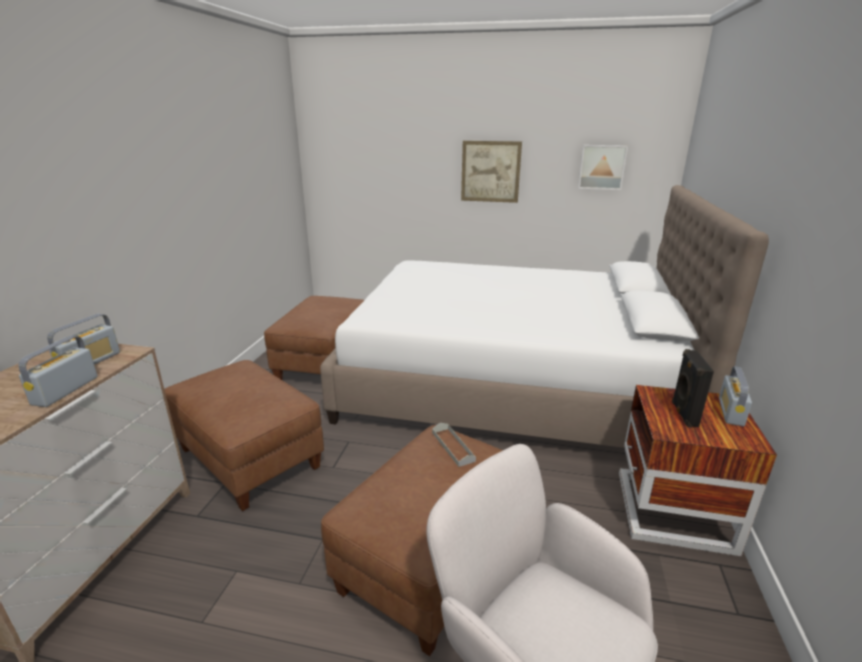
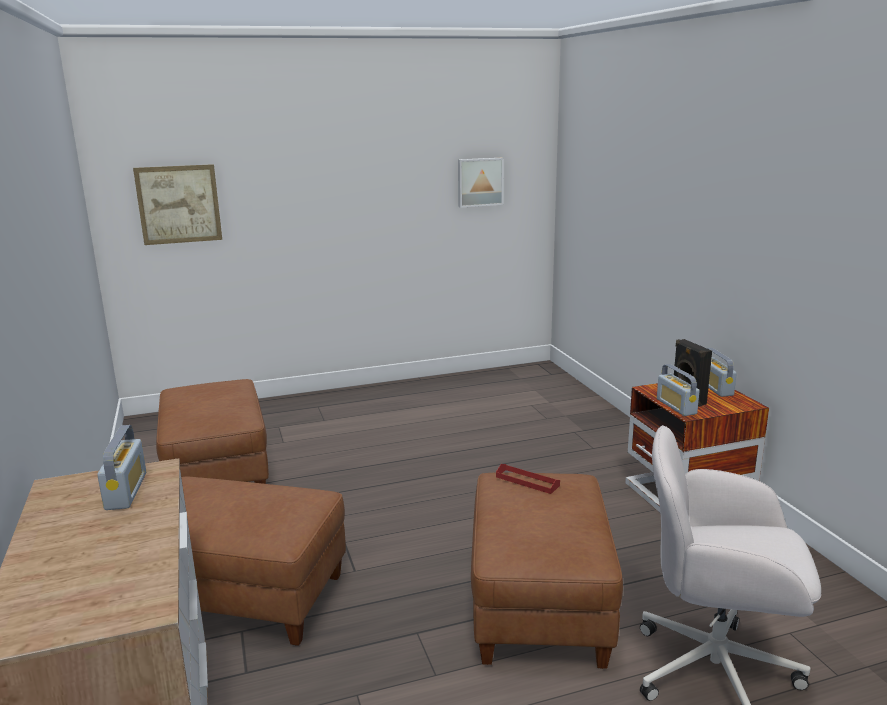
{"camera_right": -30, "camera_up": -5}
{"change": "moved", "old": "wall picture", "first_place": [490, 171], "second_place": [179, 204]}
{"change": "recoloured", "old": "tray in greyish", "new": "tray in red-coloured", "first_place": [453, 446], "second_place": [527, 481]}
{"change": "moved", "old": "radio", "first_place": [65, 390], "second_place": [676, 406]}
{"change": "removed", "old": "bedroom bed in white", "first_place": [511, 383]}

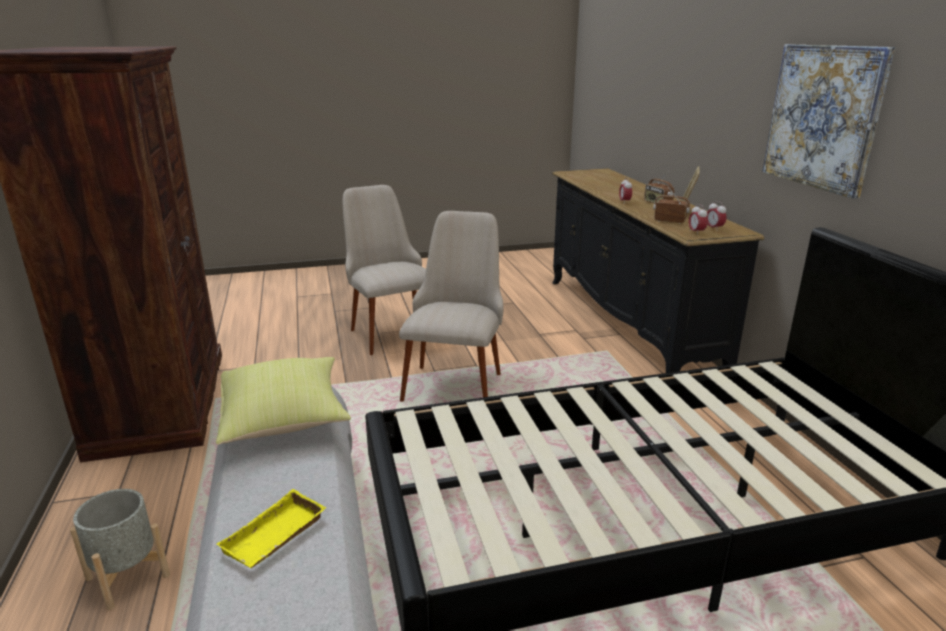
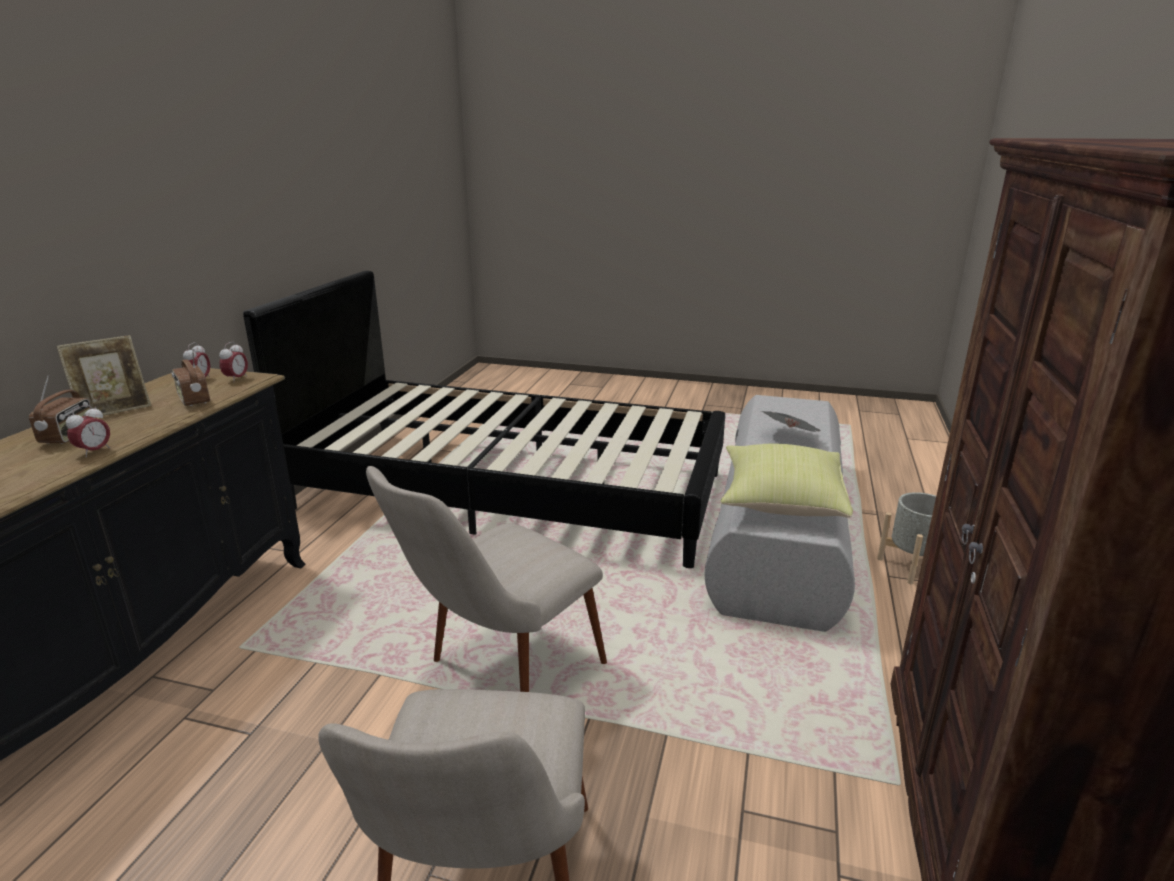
{"camera_right": -150, "camera_up": 0}
{"change": "replaced", "old": "tray in yellowish", "new": "daily paper", "first_place": [275, 537], "second_place": [790, 438]}
{"change": "removed", "old": "wall picture", "first_place": [823, 117]}

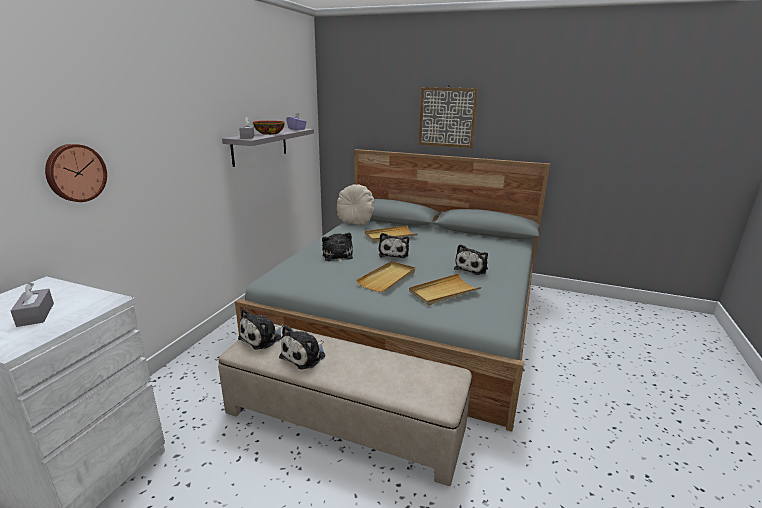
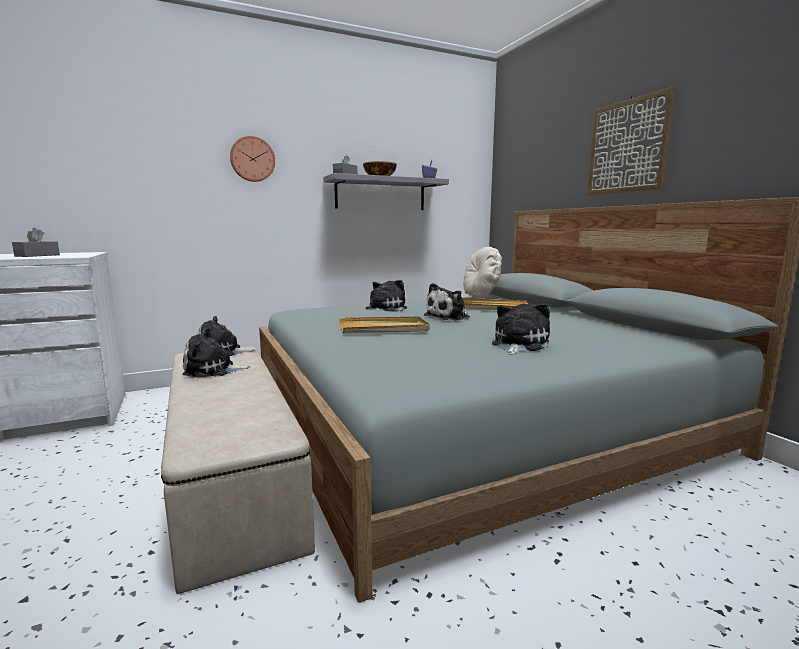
{"camera_right": 45, "camera_up": -10}
{"change": "moved", "old": "hanging clock", "first_place": [75, 173], "second_place": [252, 159]}
{"change": "turned", "old": "cuddly toy", "first_place": [472, 268], "second_place": [518, 345], "degrees": 135}
{"change": "removed", "old": "tray in sand-coloured", "first_place": [444, 292]}

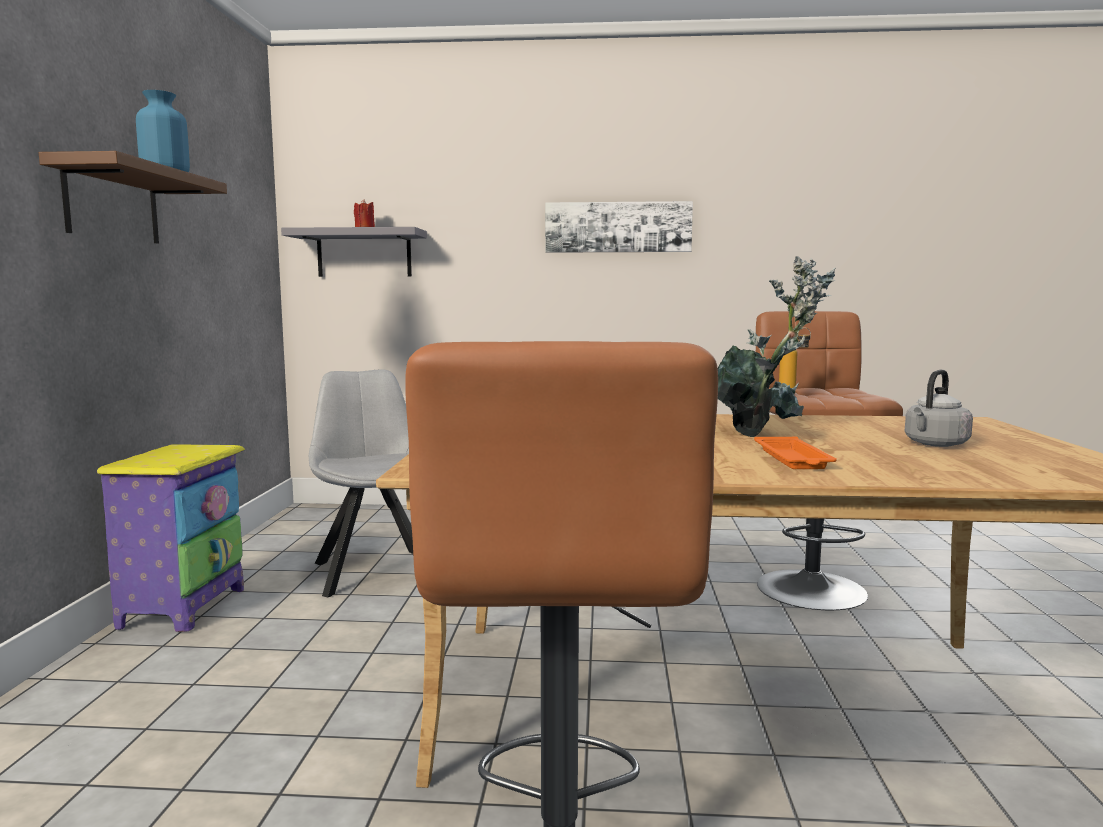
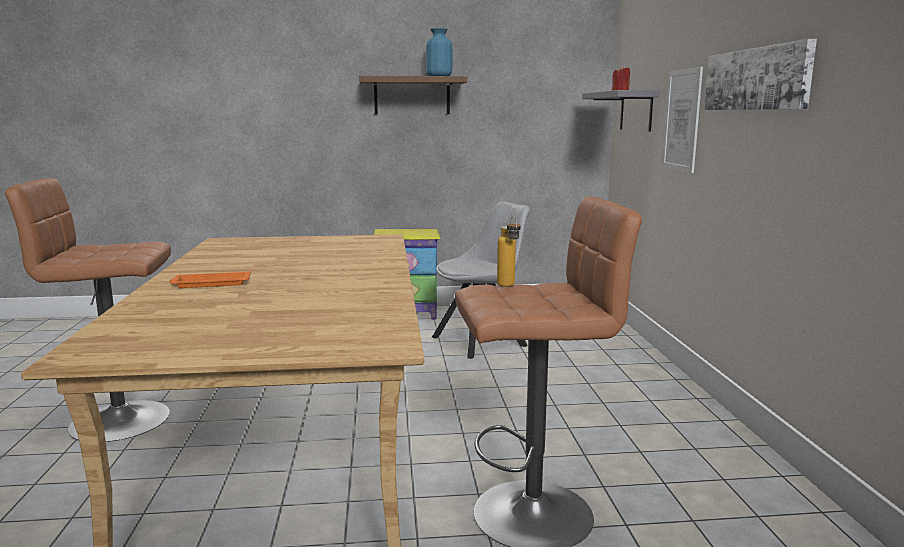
{"camera_right": 80, "camera_up": 5}
{"change": "added", "new": "wall picture", "second_place": [682, 120]}
{"change": "removed", "old": "houseplant", "first_place": [764, 434]}
{"change": "removed", "old": "water kettle in greyish", "first_place": [934, 444]}

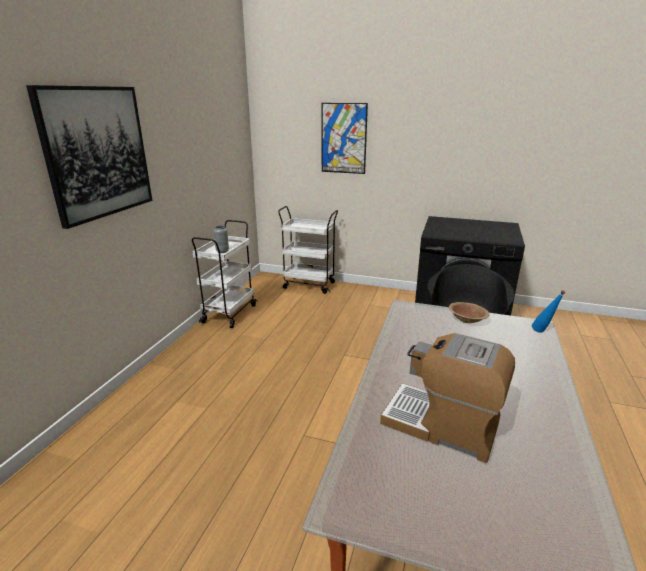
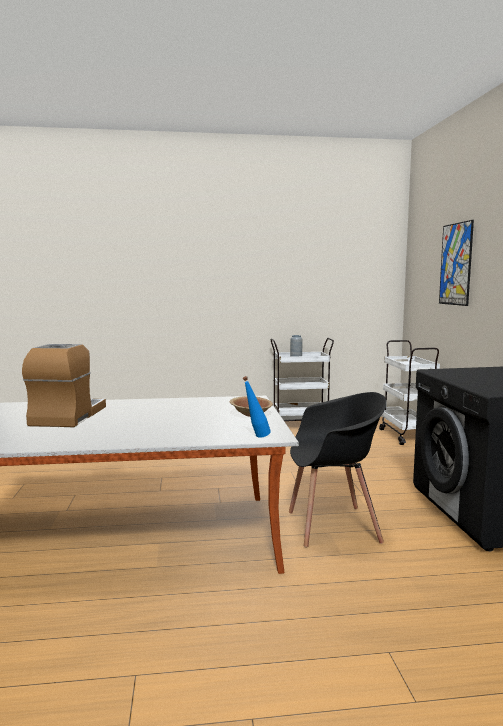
{"camera_right": 65, "camera_up": -15}
{"change": "removed", "old": "wall picture", "first_place": [98, 153]}

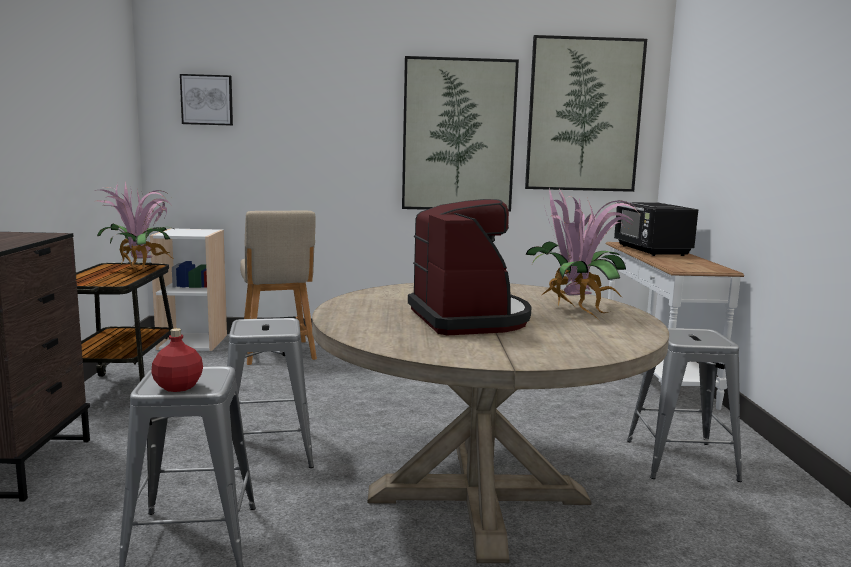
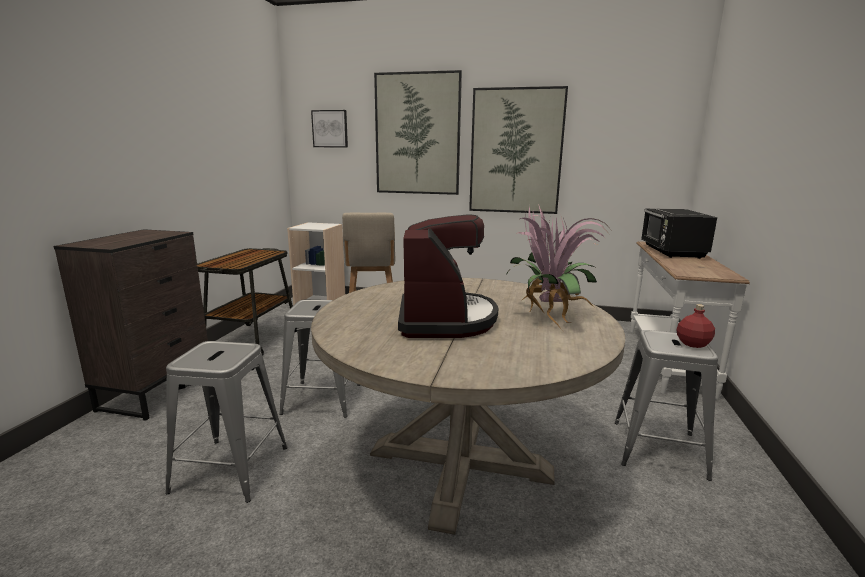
{"camera_right": 15, "camera_up": 5}
{"change": "moved", "old": "wall picture", "first_place": [584, 115], "second_place": [417, 134]}
{"change": "moved", "old": "drink bottle in red-coloured", "first_place": [178, 387], "second_place": [693, 344]}
{"change": "removed", "old": "houseplant", "first_place": [141, 268]}

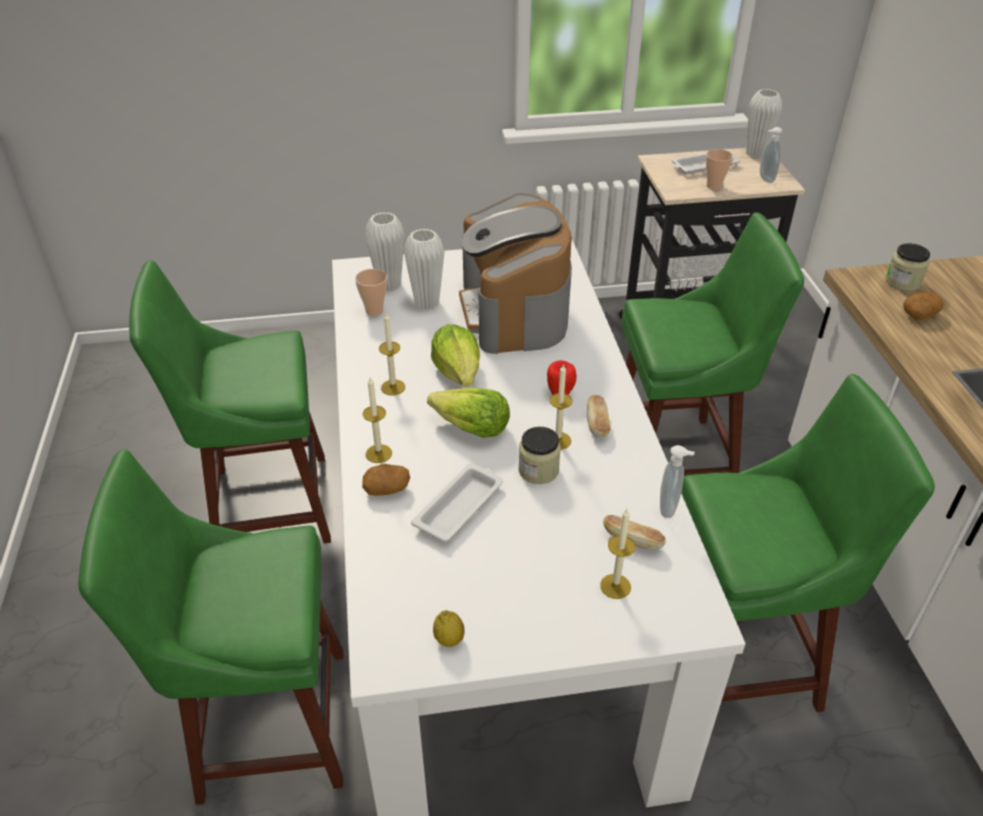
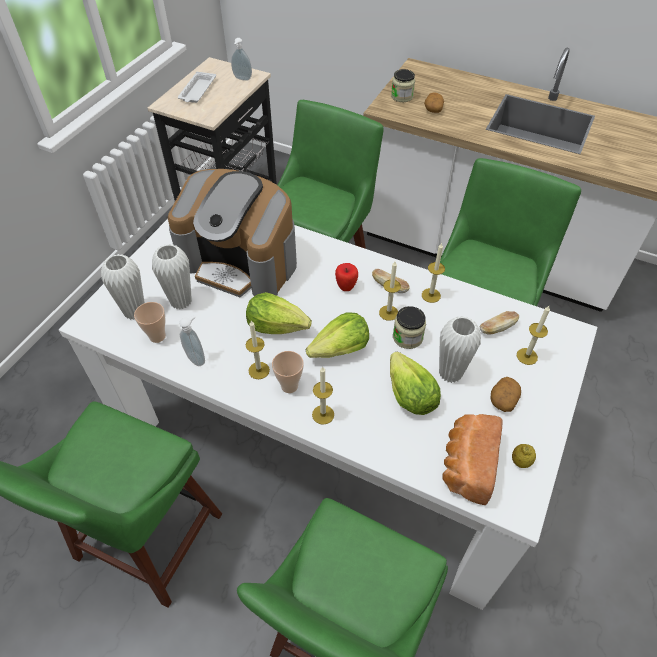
{"camera_right": -55, "camera_up": 10}
{"change": "moved", "old": "soap bottle", "first_place": [669, 508], "second_place": [197, 358]}
{"change": "moved", "old": "drinking cup", "first_place": [714, 186], "second_place": [289, 386]}
{"change": "replaced", "old": "tray in white", "new": "lettuce", "first_place": [460, 506], "second_place": [409, 395]}
{"change": "added", "new": "wax light", "second_place": [431, 295]}
{"change": "moved", "old": "decorative vase in white", "first_place": [755, 154], "second_place": [450, 373]}
{"change": "added", "new": "baked bread", "second_place": [466, 464]}
{"change": "moved", "old": "potato", "first_place": [387, 488], "second_place": [503, 399]}

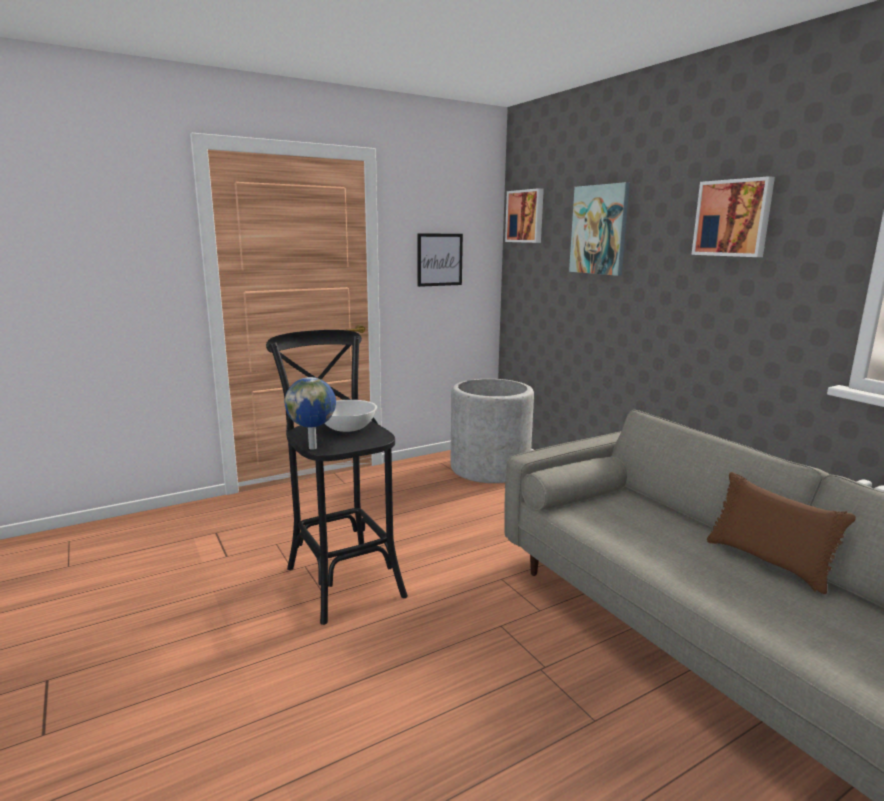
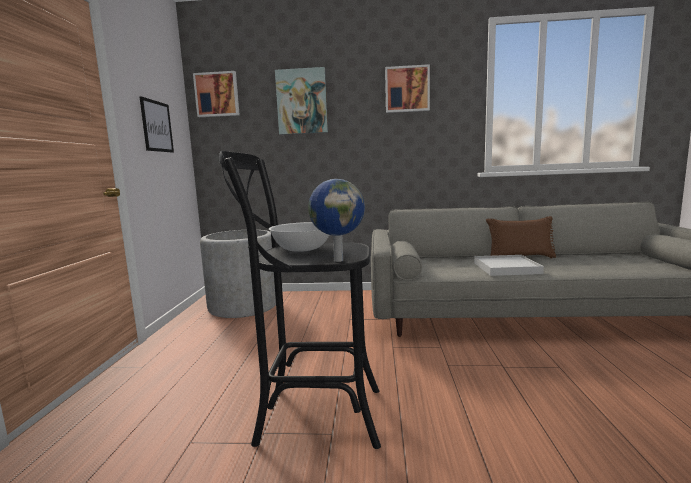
{"camera_right": -55, "camera_up": -5}
{"change": "added", "new": "tray in white", "second_place": [506, 268]}

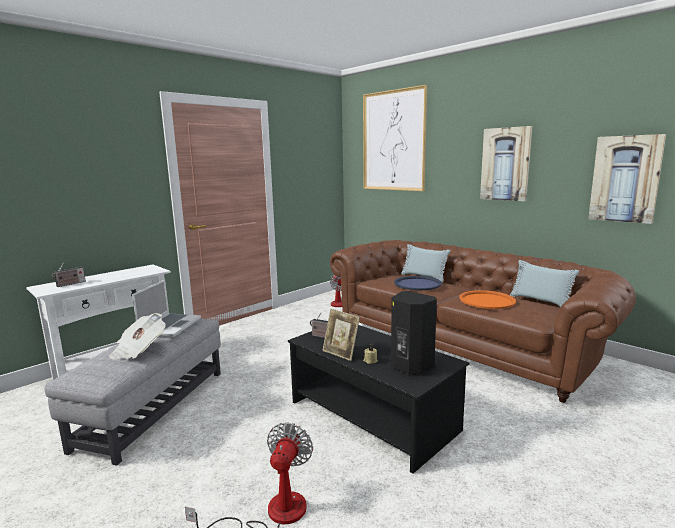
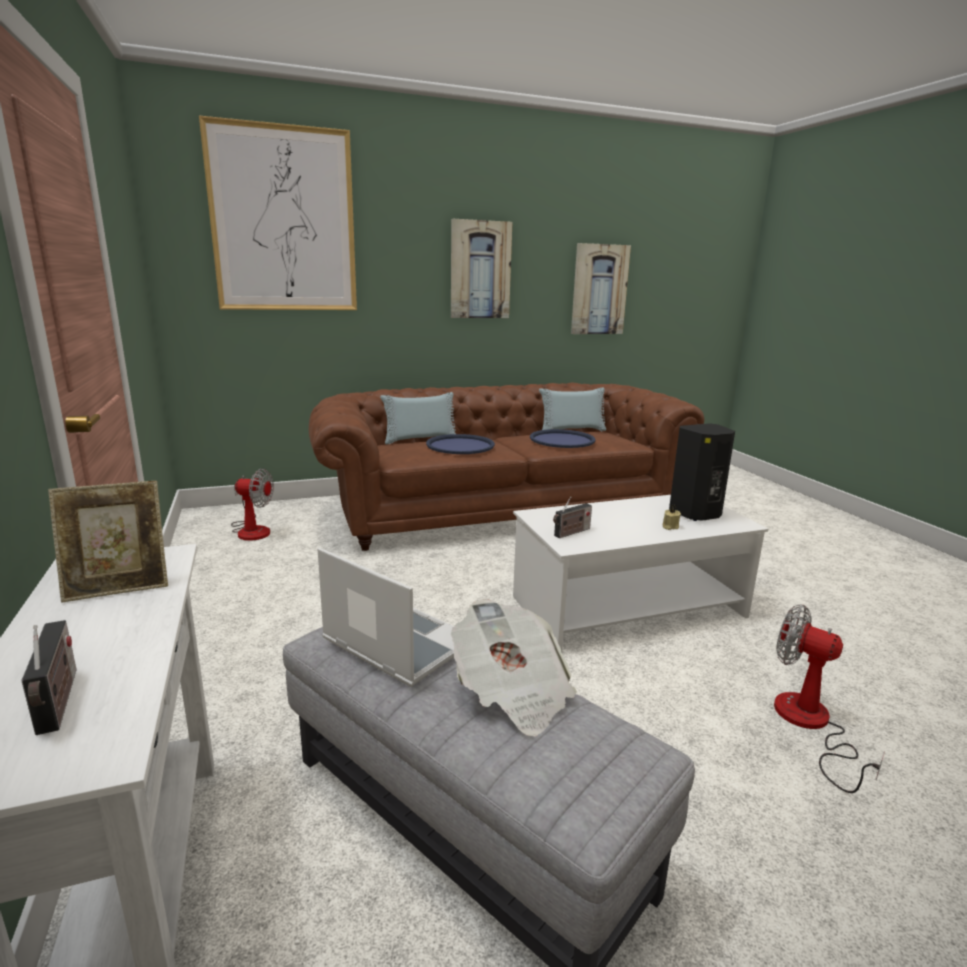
{"camera_right": -65, "camera_up": 5}
{"change": "moved", "old": "standing frame", "first_place": [341, 353], "second_place": [119, 586]}
{"change": "recoloured", "old": "coffee table in blackish", "new": "coffee table in white", "first_place": [373, 416], "second_place": [629, 606]}
{"change": "recoloured", "old": "tray in orange-coloured", "new": "tray in blue", "first_place": [486, 300], "second_place": [562, 440]}

